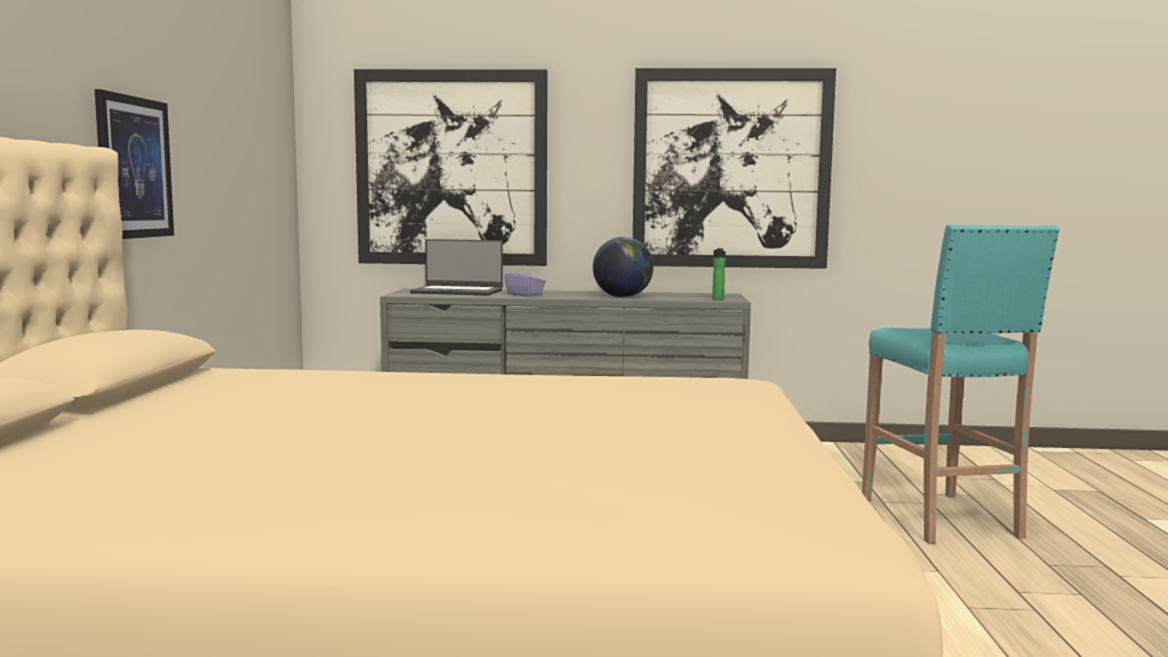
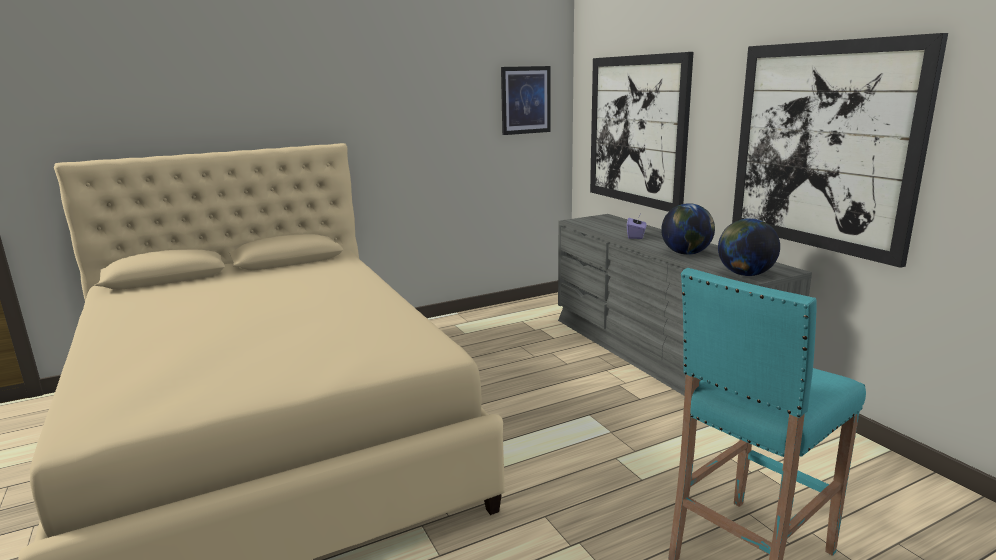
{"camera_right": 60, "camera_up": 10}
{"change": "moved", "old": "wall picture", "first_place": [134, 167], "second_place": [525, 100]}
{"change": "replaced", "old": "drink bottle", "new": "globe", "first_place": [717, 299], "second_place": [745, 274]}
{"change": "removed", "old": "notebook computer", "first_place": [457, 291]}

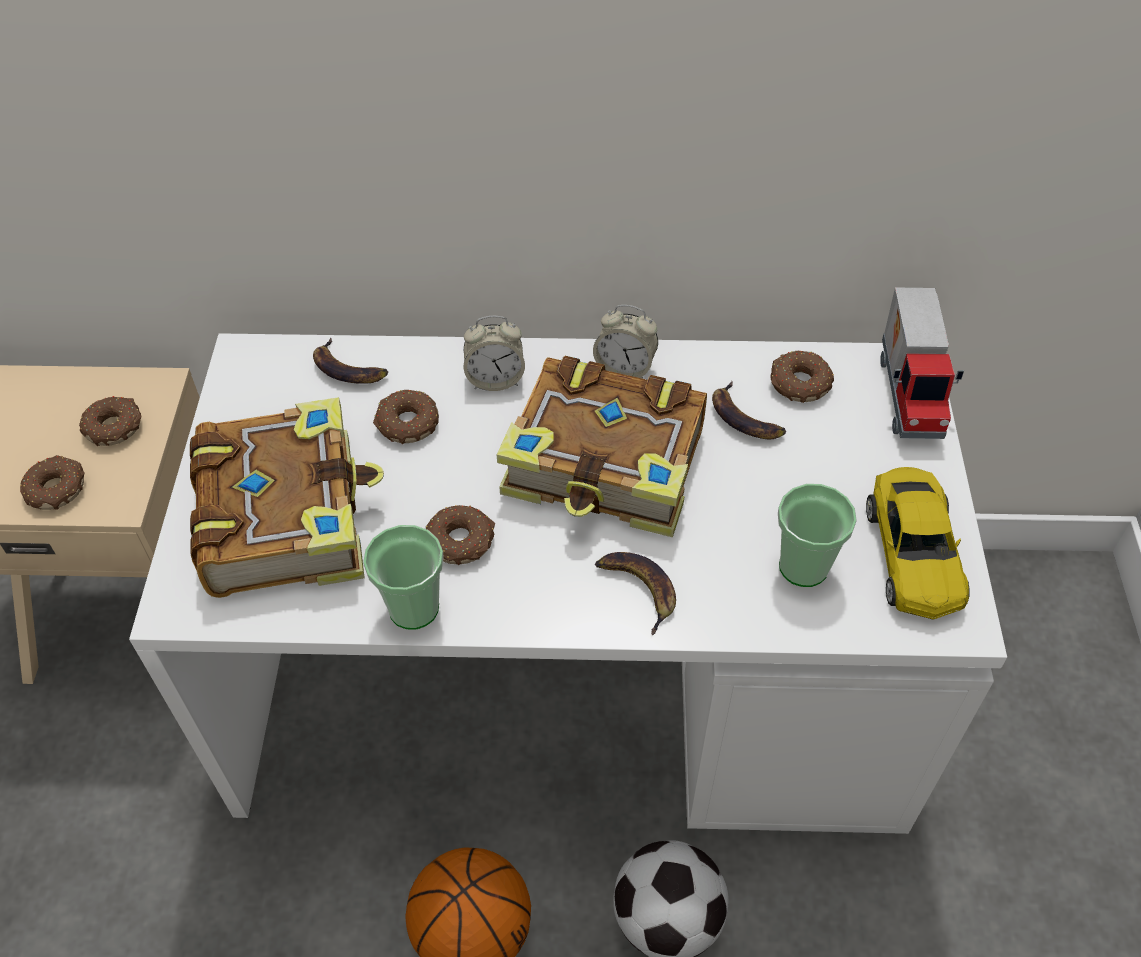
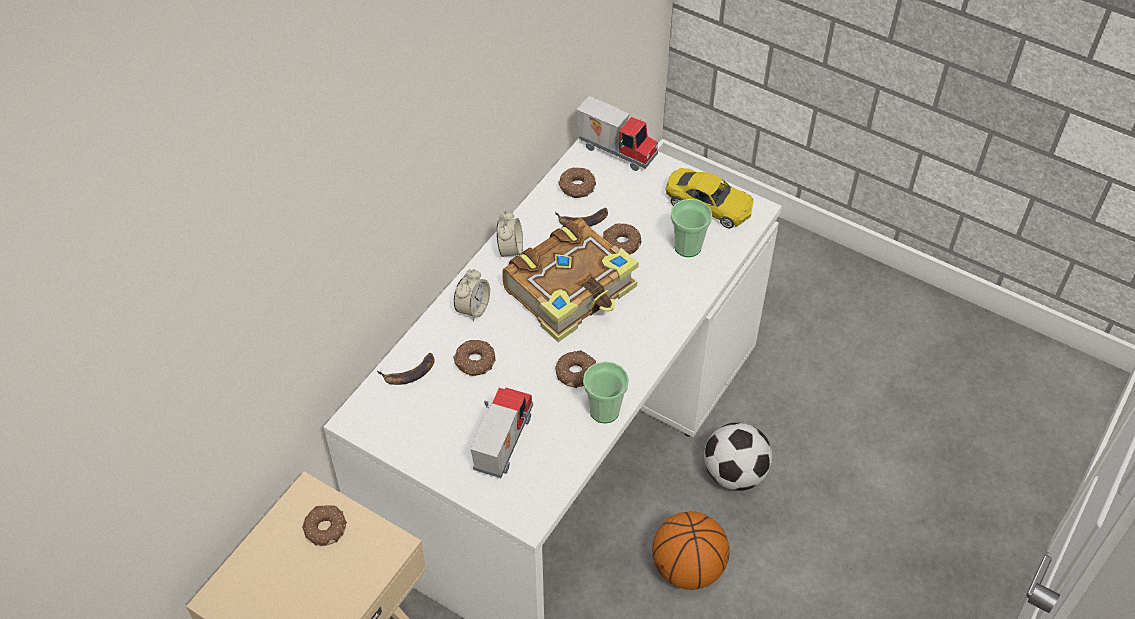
{"camera_right": -60, "camera_up": 0}
{"change": "replaced", "old": "book", "new": "toy lorry", "first_place": [287, 515], "second_place": [501, 443]}
{"change": "turned", "old": "alarm clock", "first_place": [625, 368], "second_place": [510, 250], "degrees": -45}
{"change": "moved", "old": "doughnut", "first_place": [56, 488], "second_place": [621, 243]}
{"change": "removed", "old": "banana", "first_place": [637, 589]}

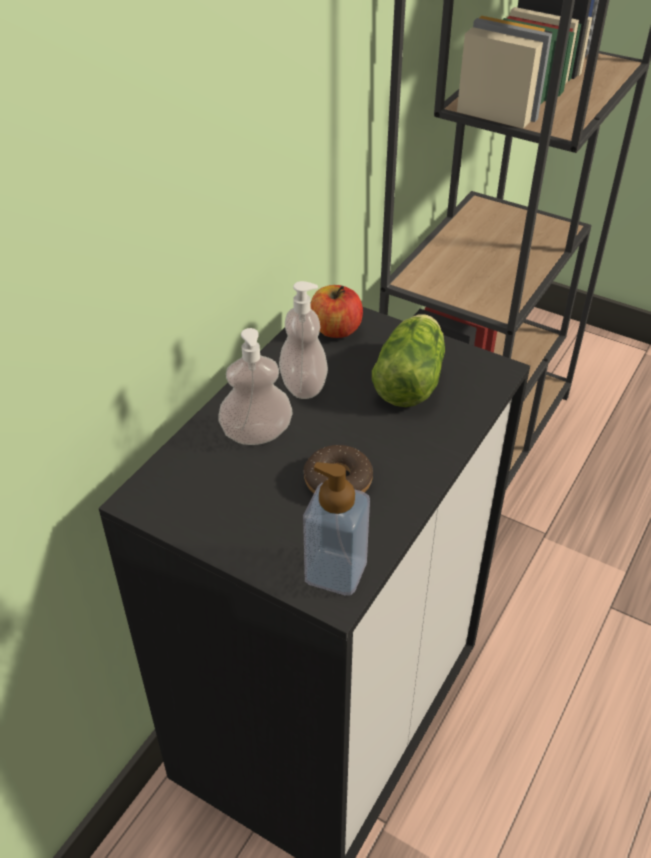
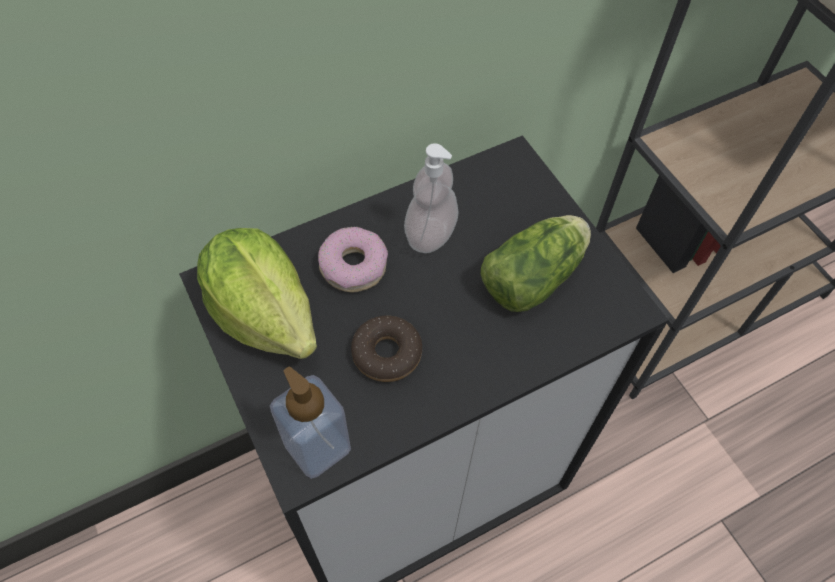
{"camera_right": 30, "camera_up": 15}
{"change": "added", "new": "lettuce", "second_place": [264, 314]}
{"change": "replaced", "old": "soap bottle", "new": "doughnut", "first_place": [256, 434], "second_place": [353, 266]}
{"change": "removed", "old": "apple", "first_place": [336, 329]}

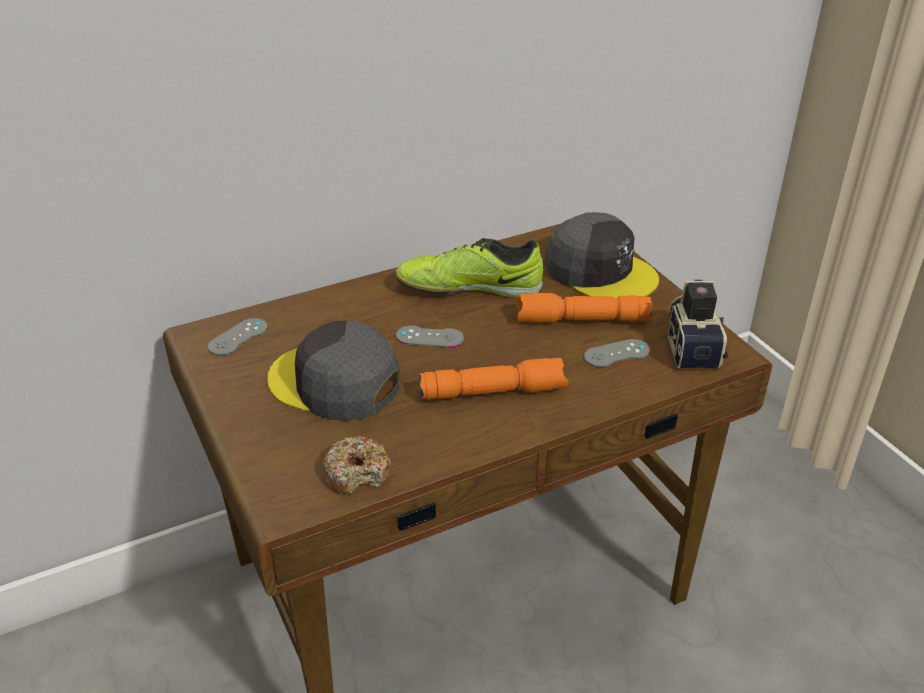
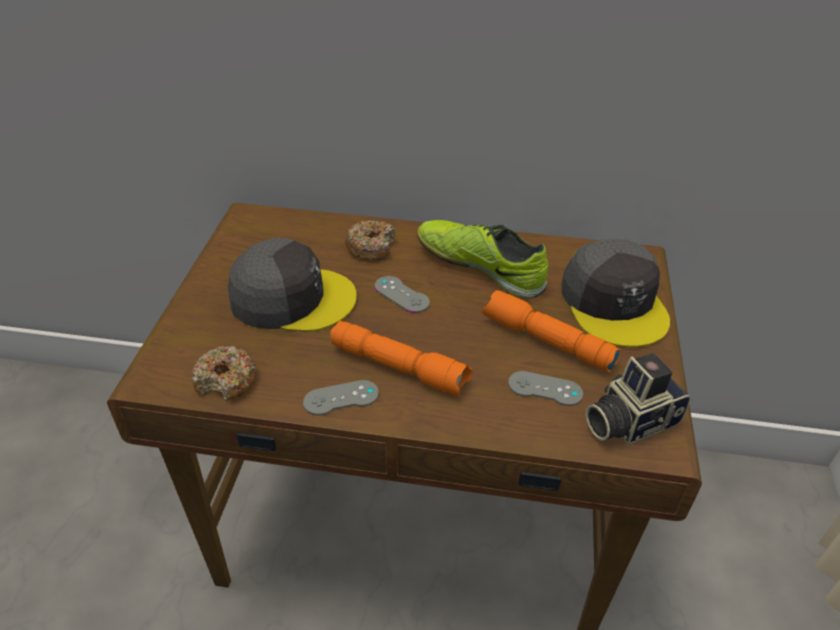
{"camera_right": 35, "camera_up": 5}
{"change": "turned", "old": "baseball cap in greyish", "first_place": [334, 383], "second_place": [292, 298], "degrees": 120}
{"change": "moved", "old": "joypad in greyish", "first_place": [238, 337], "second_place": [341, 398]}
{"change": "added", "new": "doughnut", "second_place": [371, 247]}
{"change": "turned", "old": "still camera", "first_place": [693, 347], "second_place": [628, 420], "degrees": -150}

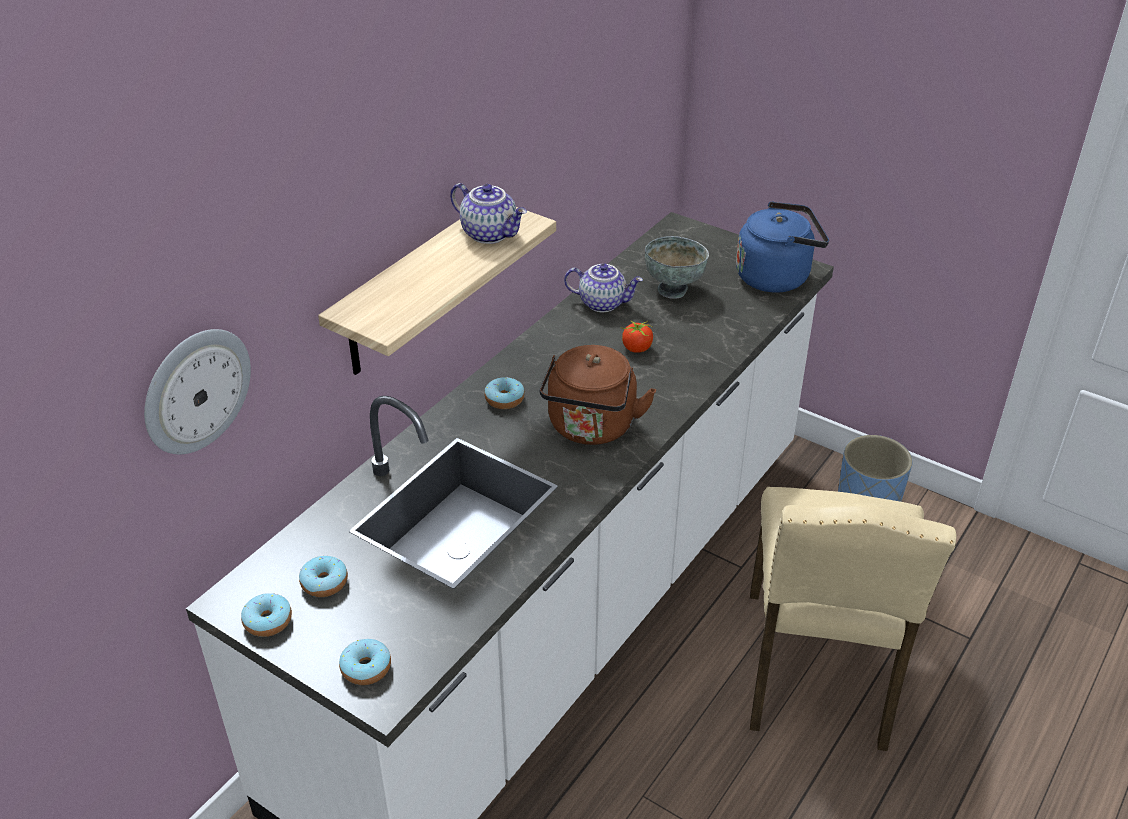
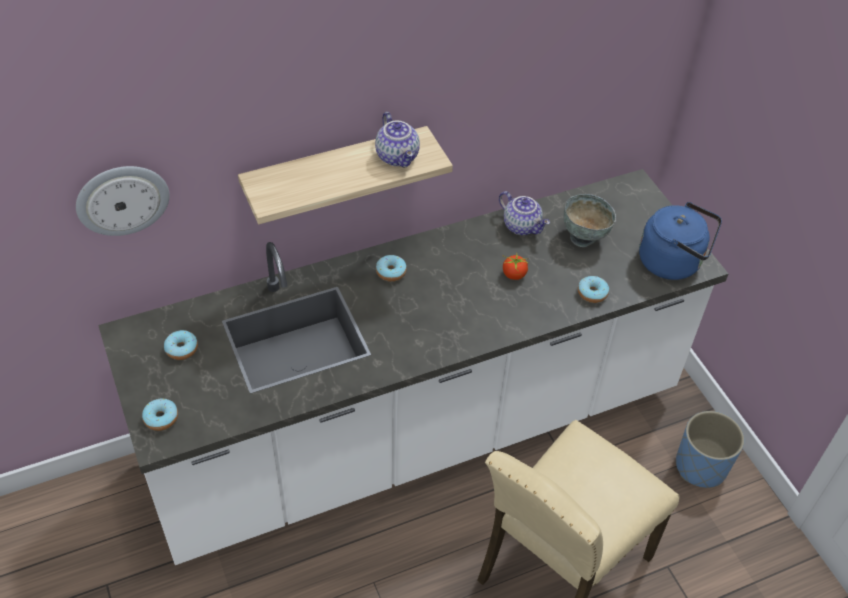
{"camera_right": 30, "camera_up": 10}
{"change": "moved", "old": "doughnut", "first_place": [268, 621], "second_place": [592, 293]}
{"change": "removed", "old": "water kettle in brown-coloured", "first_place": [591, 428]}

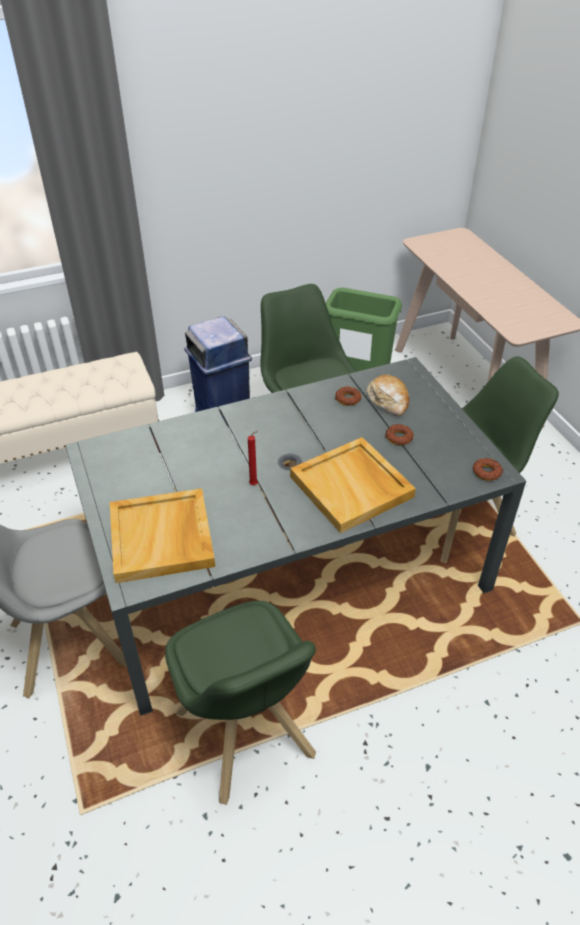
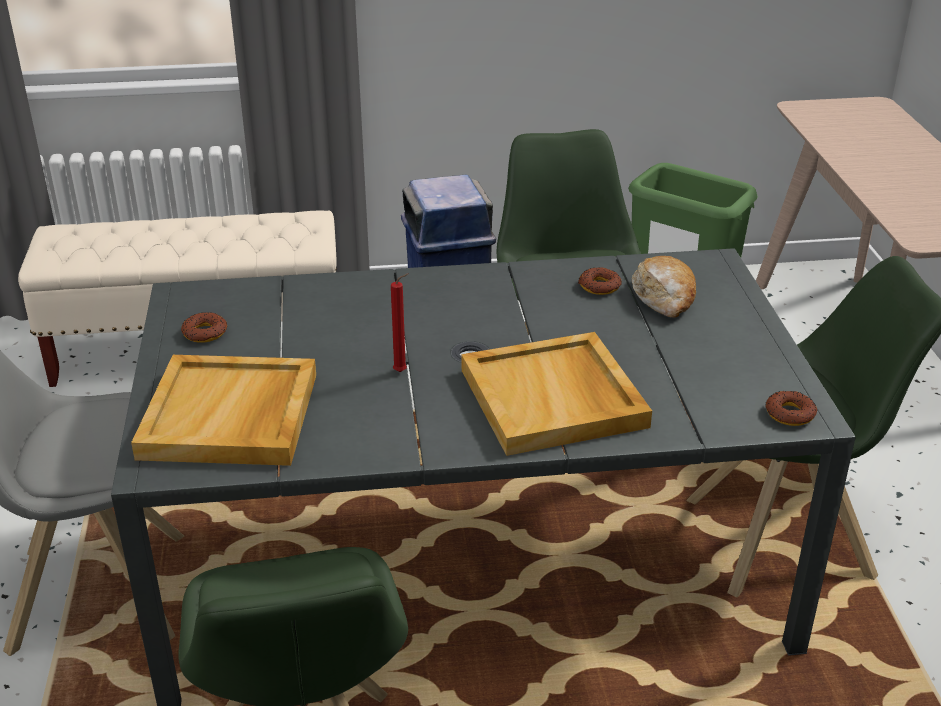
{"camera_right": 15, "camera_up": -10}
{"change": "moved", "old": "doughnut", "first_place": [399, 437], "second_place": [204, 333]}

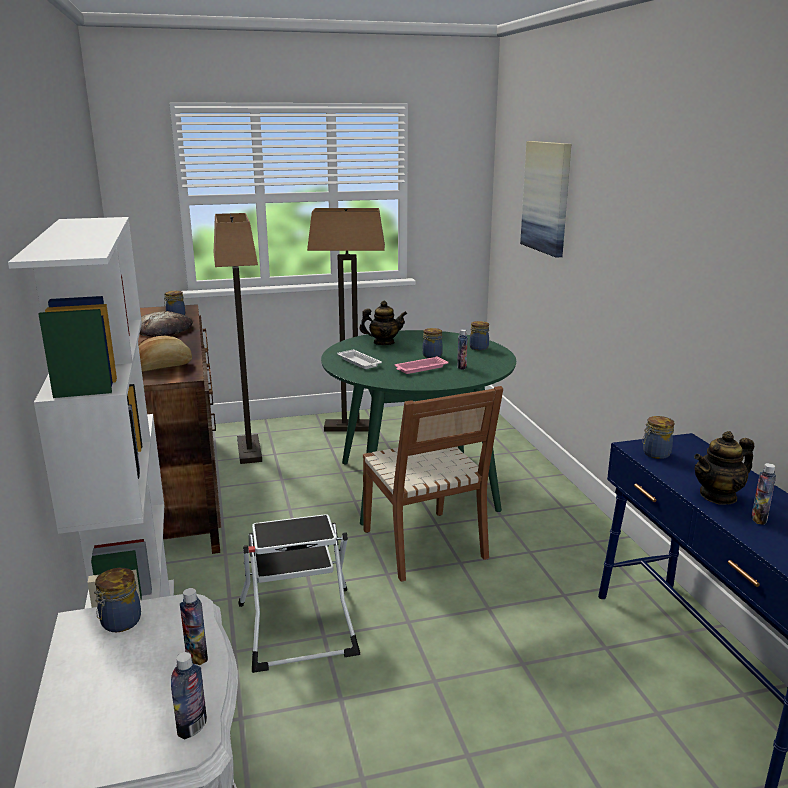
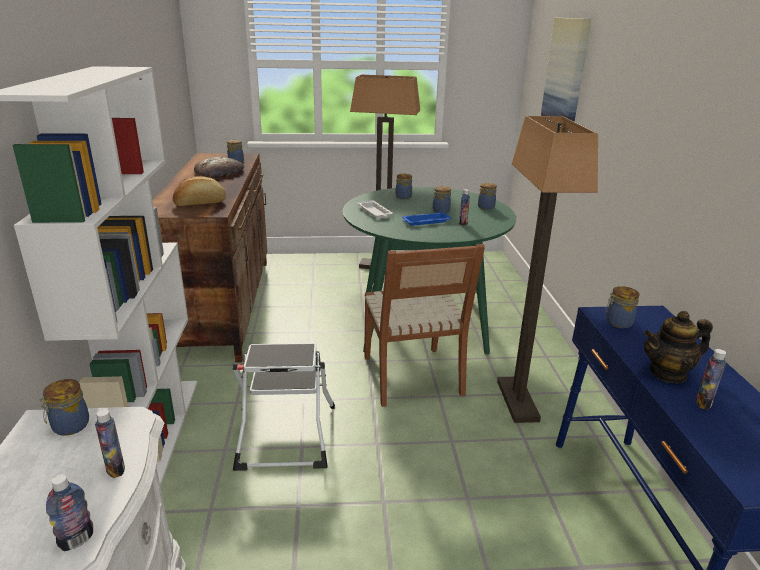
{"camera_right": 10, "camera_up": 5}
{"change": "replaced", "old": "tea pot", "new": "preserve jar", "first_place": [383, 343], "second_place": [403, 197]}
{"change": "recoloured", "old": "tray in pink-coloured", "new": "tray in blue", "first_place": [420, 368], "second_place": [425, 222]}
{"change": "moved", "old": "standing lamp", "first_place": [250, 451], "second_place": [518, 401]}

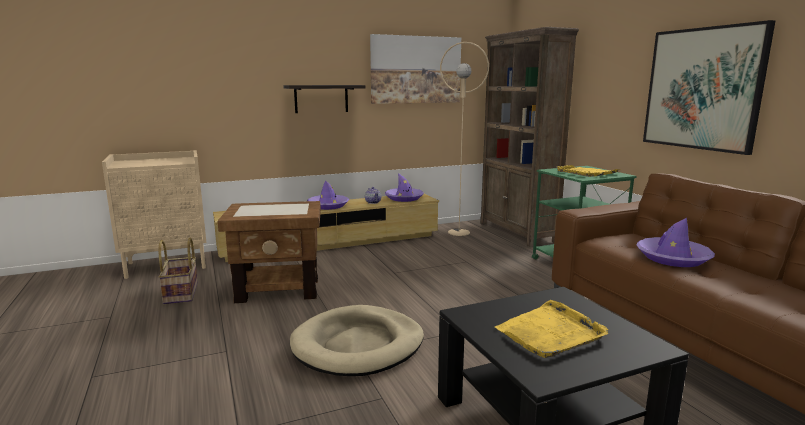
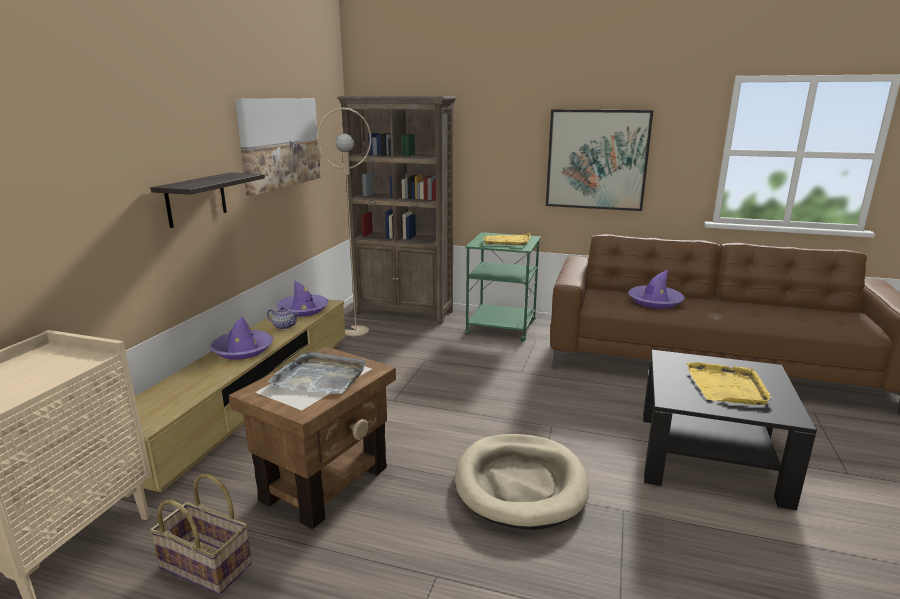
{"camera_right": -50, "camera_up": 5}
{"change": "added", "new": "tray in greyish", "second_place": [320, 377]}

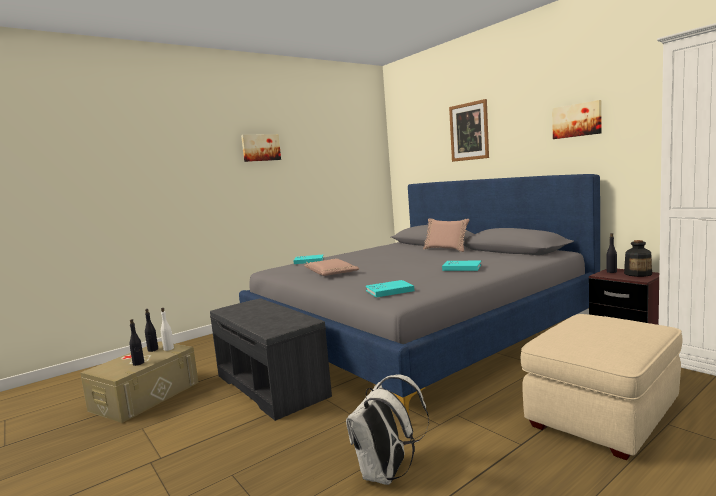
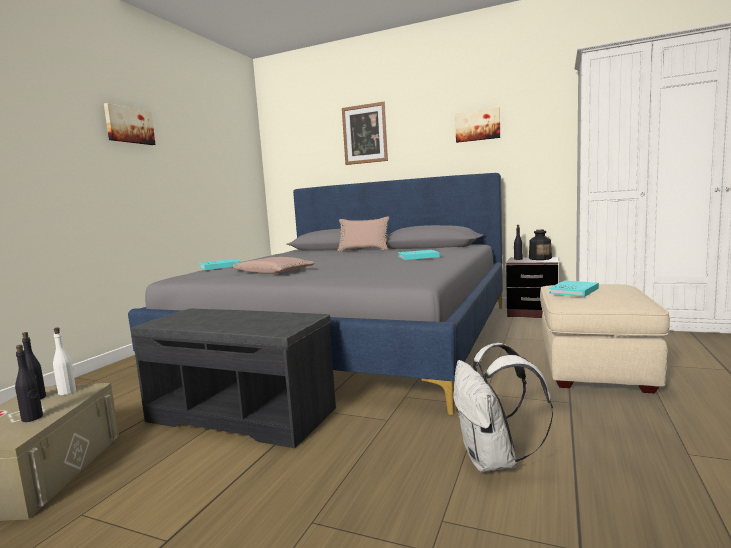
{"camera_right": -30, "camera_up": 0}
{"change": "moved", "old": "book in blue-green", "first_place": [389, 291], "second_place": [574, 291]}

